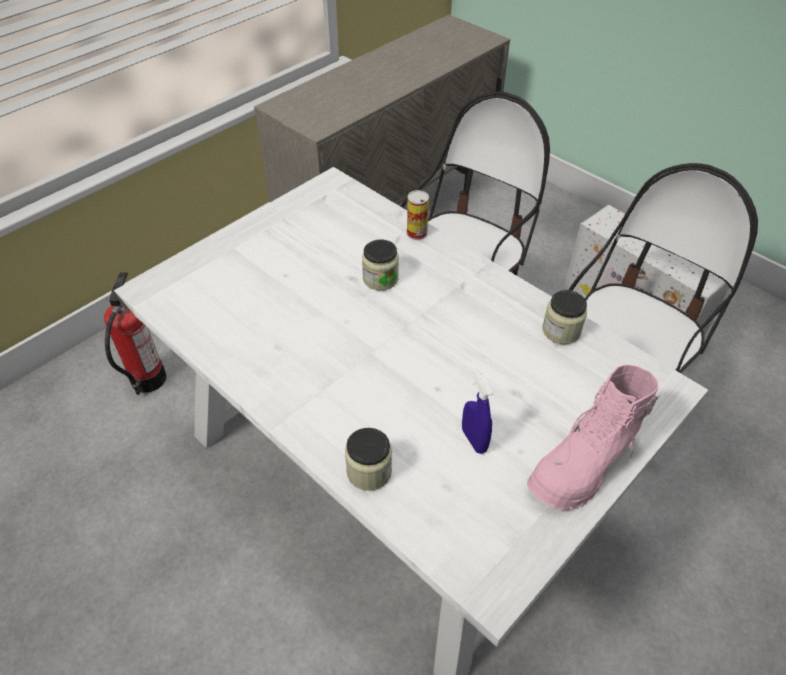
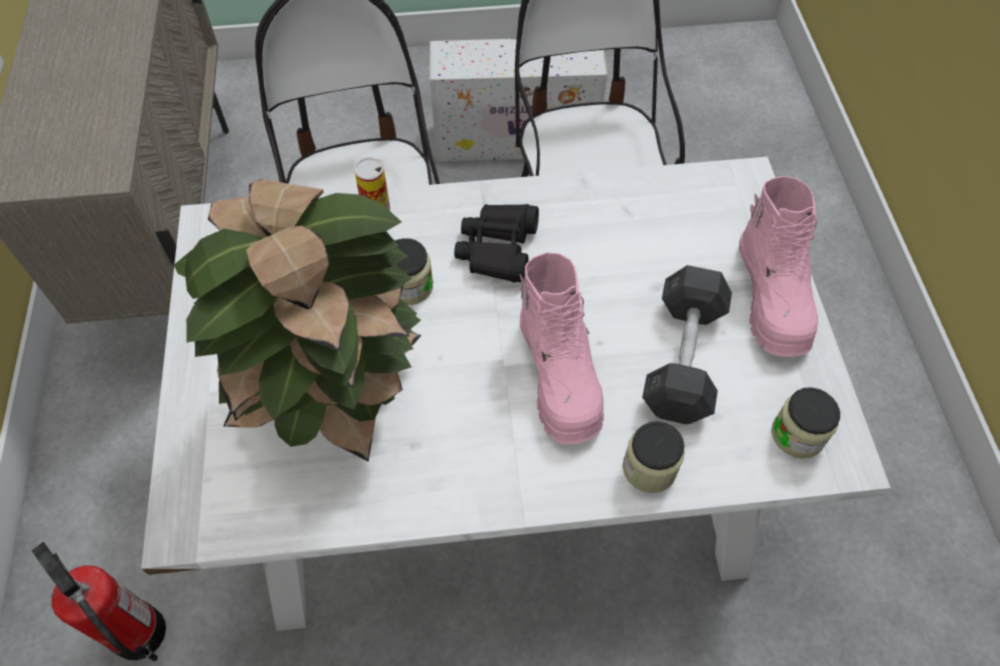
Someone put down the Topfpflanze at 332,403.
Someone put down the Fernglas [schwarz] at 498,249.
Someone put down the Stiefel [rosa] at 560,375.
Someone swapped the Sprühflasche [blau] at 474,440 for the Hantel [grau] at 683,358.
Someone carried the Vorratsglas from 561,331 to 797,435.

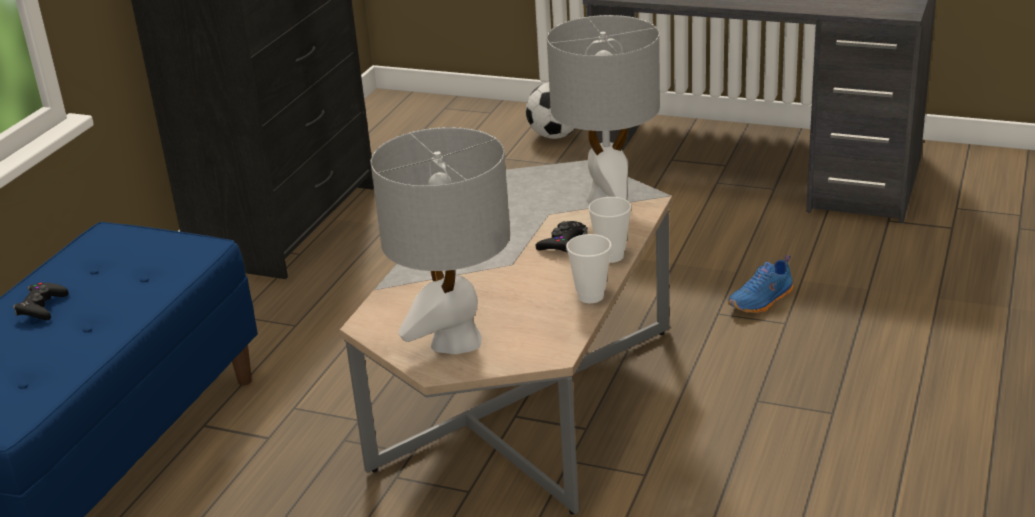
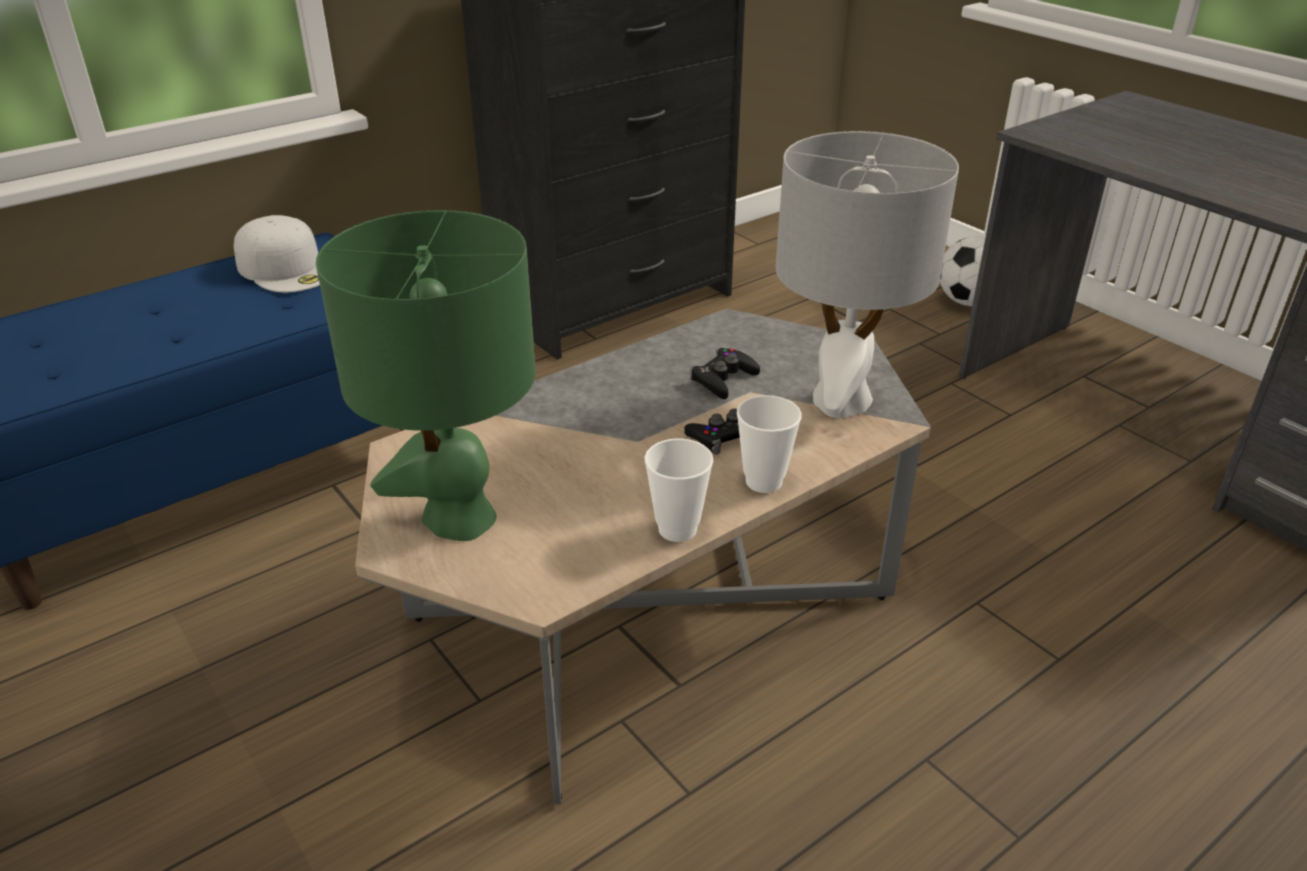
Someone put down the Kappe [weiß] at 288,268.
Someone repainted the Tischlampe [grau] at 456,341, which became the Tischlampe [grün] at 458,518.
Someone carried the Gamepad [schwarz] from 42,307 to 723,379.
Someone took away the Schuh [blau] at 762,301.

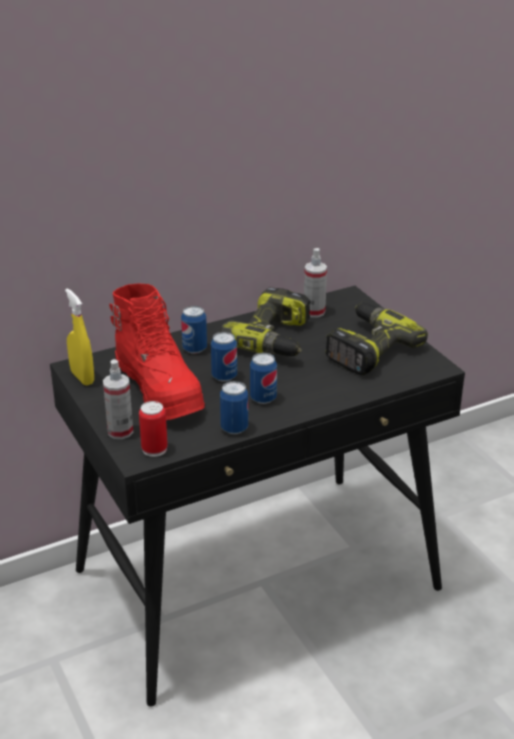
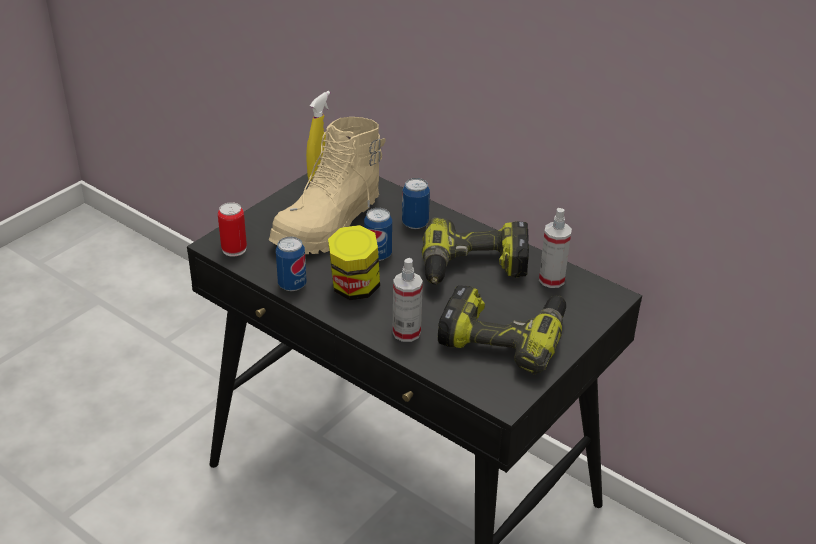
Someone repainted the Stiefel [rot] at 160,390, which became the Stiefel [beige] at 329,225.
Someone swapped the Dose at 263,398 for the Vorratsglas at 354,289.
Someone carried the Sprühflasche from 120,431 to 406,332.

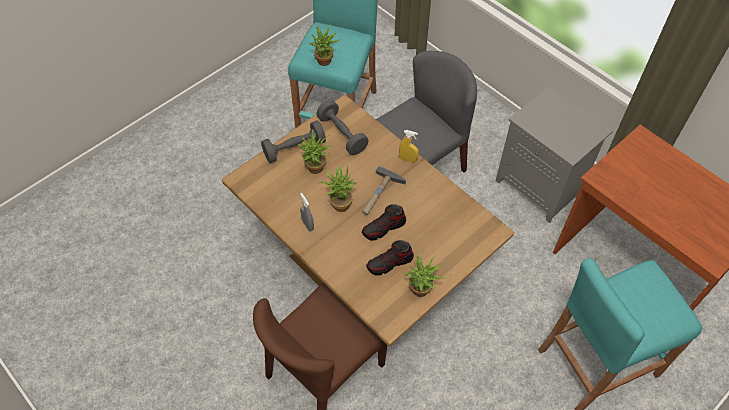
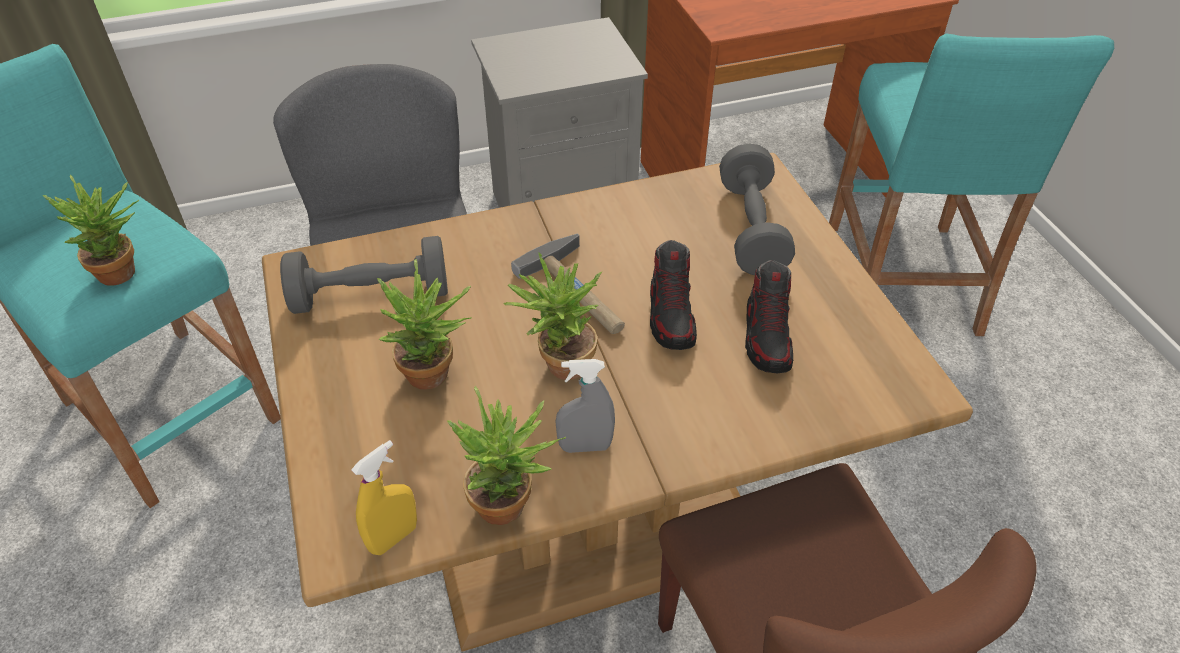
Someone carried the Sprühflasche [gelb] from 408,159 to 393,537.
Someone carried the Topfpflanze from 421,292 to 511,506.
Someone carried the Hantel [grau] from 294,149 to 751,229.

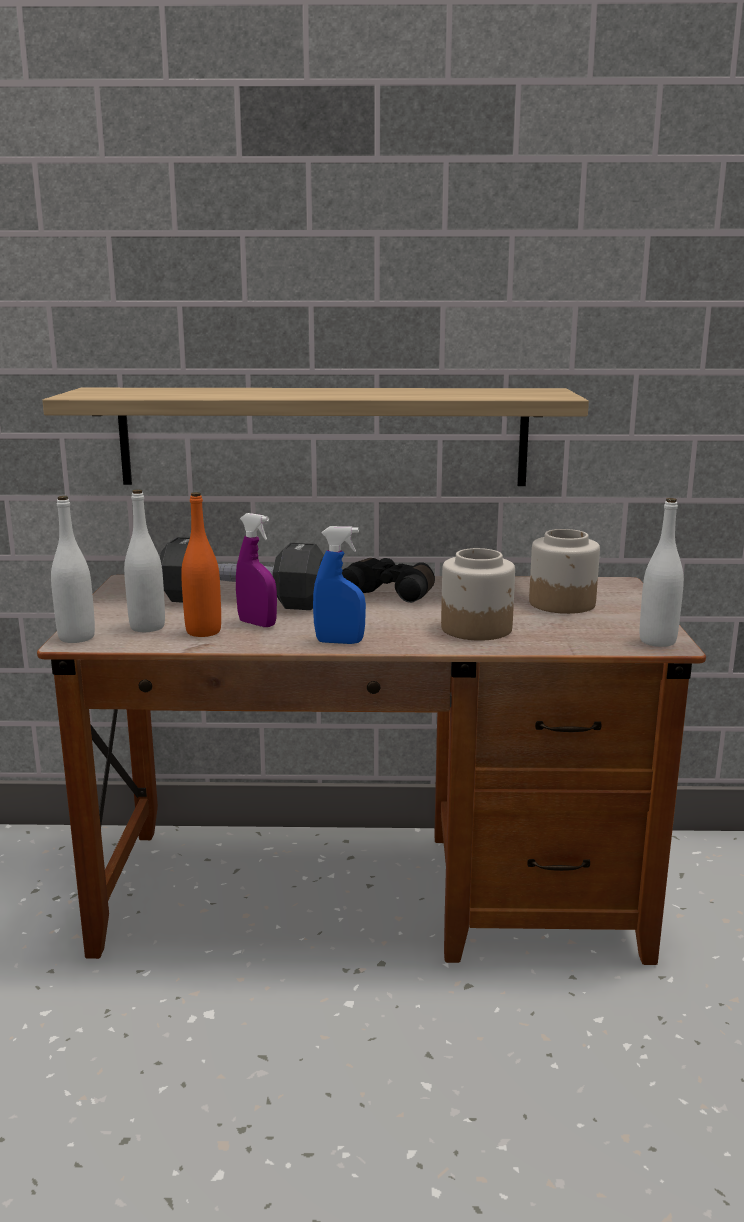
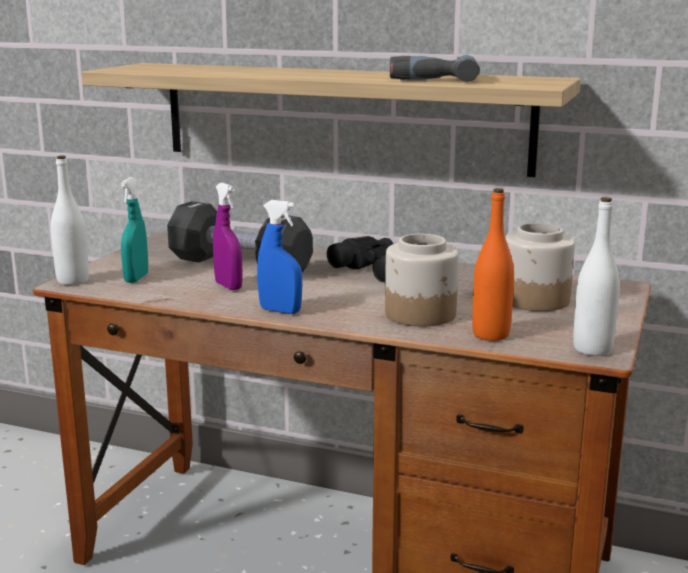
Someone swapped the Flasche [weiß] at 147,627 for the Sprühflasche [türkis] at 136,278.
Someone put down the Bohrmaschine at 434,78.
Someone carried the Flasche [orange] from 203,632 to 490,335.

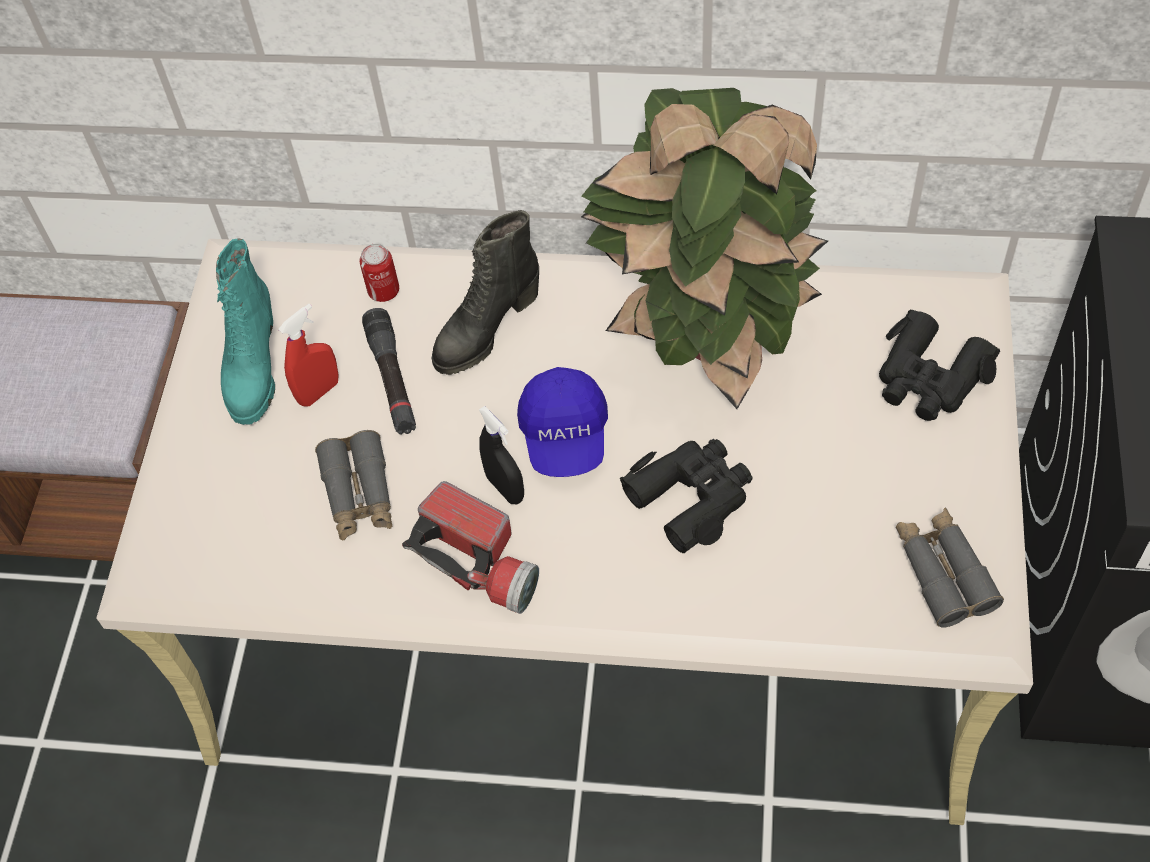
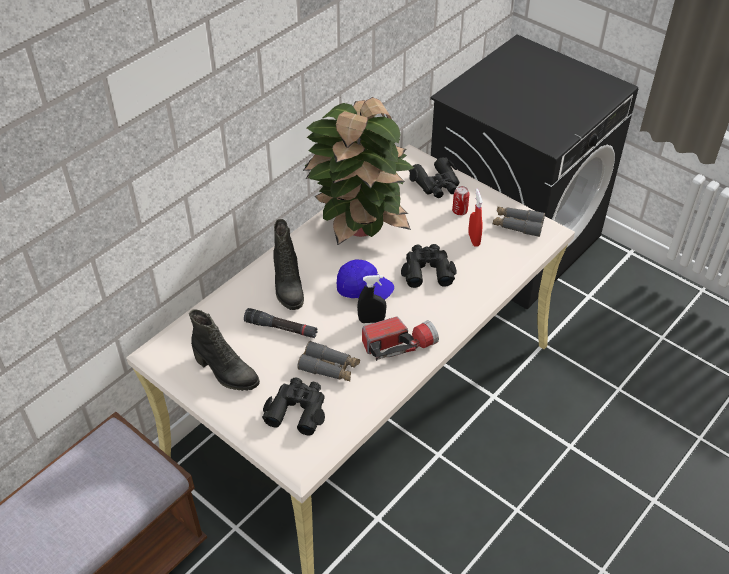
Someone repainted the Stiefel [türkis] at 253,369, which became the Stiefel [schwarz] at 225,372.
Someone put down the Fernglas [schwarz] at 297,409.
Someone carried the Dose from 383,291 to 459,211.
Someone carried the Sprühflasche [rot] from 319,392 to 474,239.

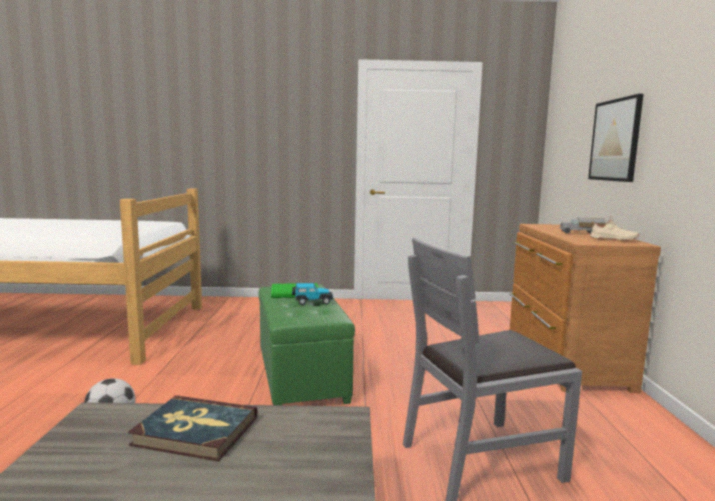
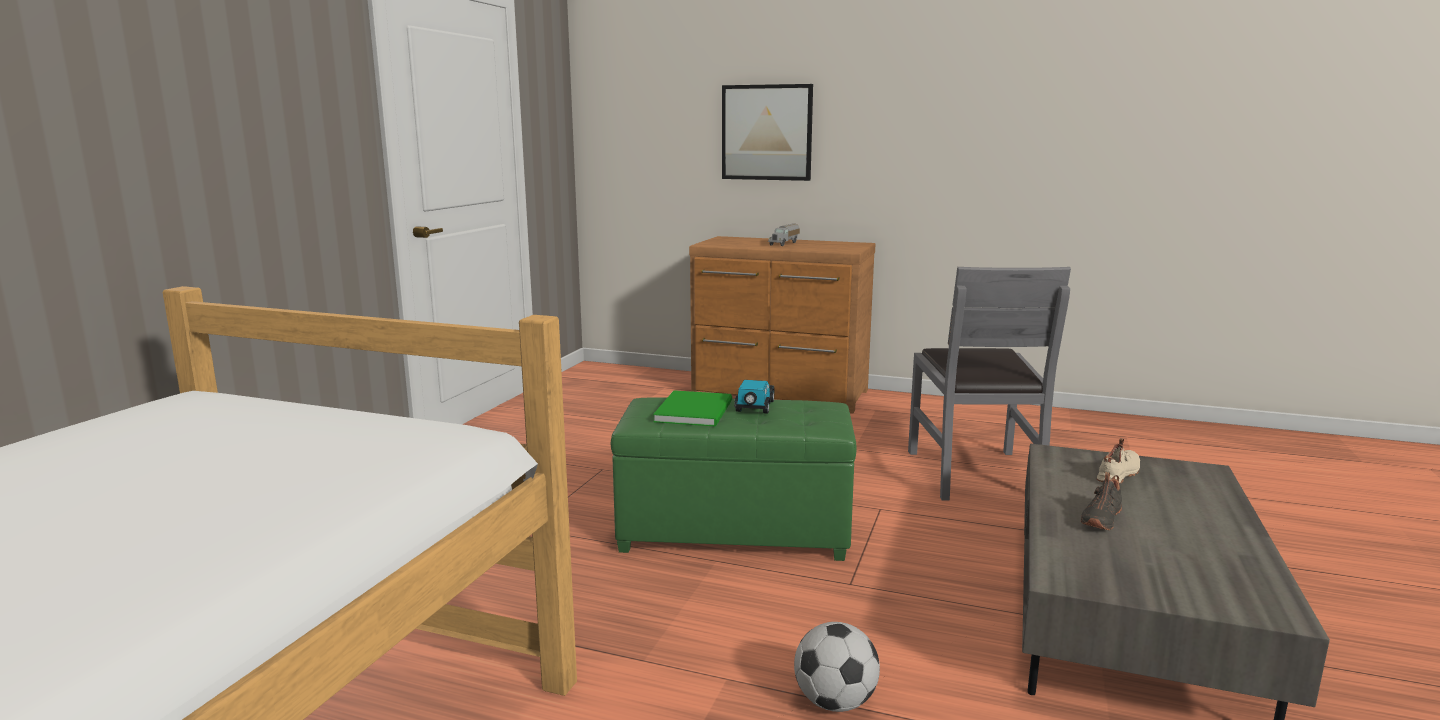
Someone swapped the Buch at 195,431 for the Schuh [schwarz] at 1099,518.
Someone carried the Schuh [beige] from 613,239 to 1119,474.

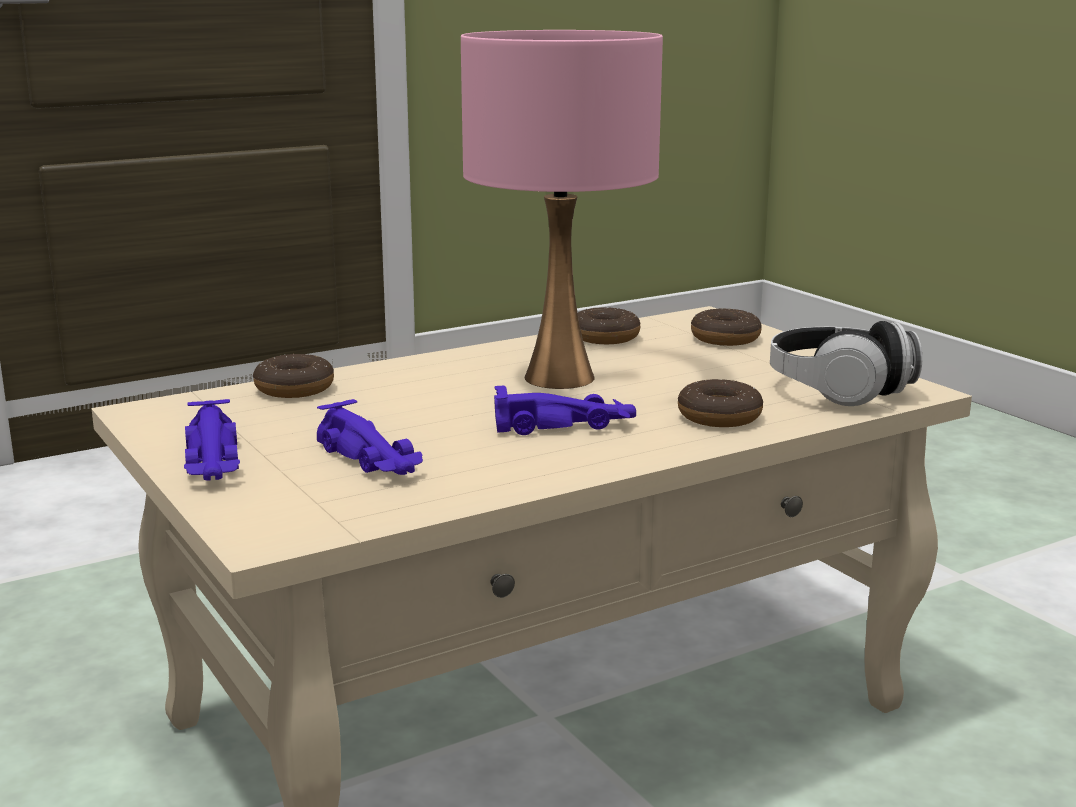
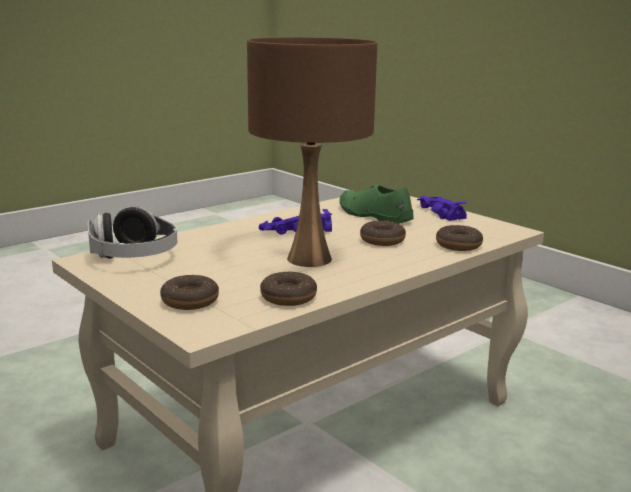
Someone repainted the Tischlampe [rosa] at 559,377, which became the Tischlampe [braun] at 309,259.
Someone swapped the Spielzeugauto [lila] at 371,460 for the Schuh [grün] at 373,215.
Someone carried the Donut from 719,416 to 382,240.

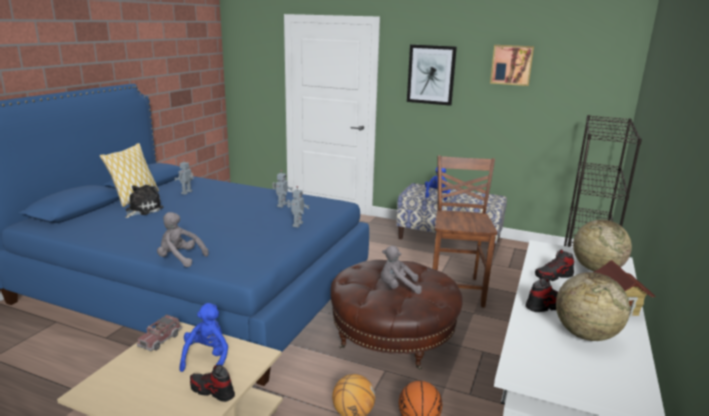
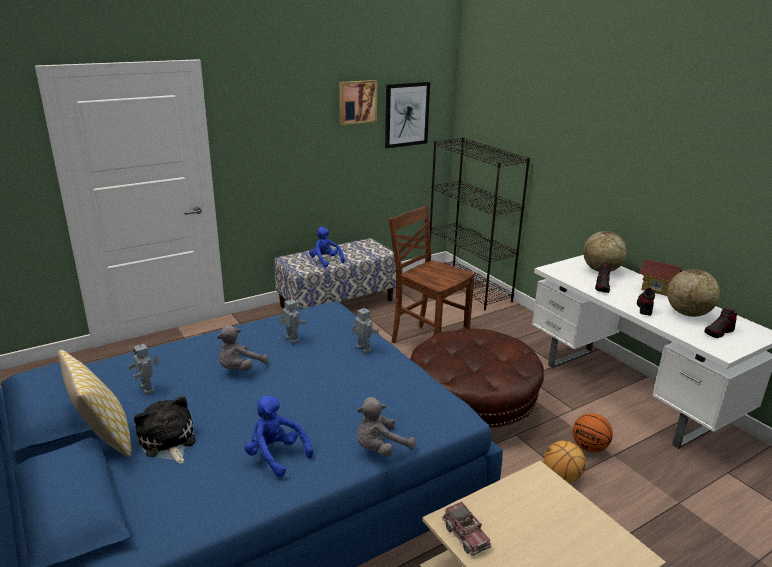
Someone carried the Plüschtier [grau] from 397,288 to 240,369.
Someone carried the Plüschtier [blau] from 207,358 to 275,455.
Someone carried the Bild from 431,74 to 406,114.
Someone carried the Schuh from 212,391 to 719,332.

